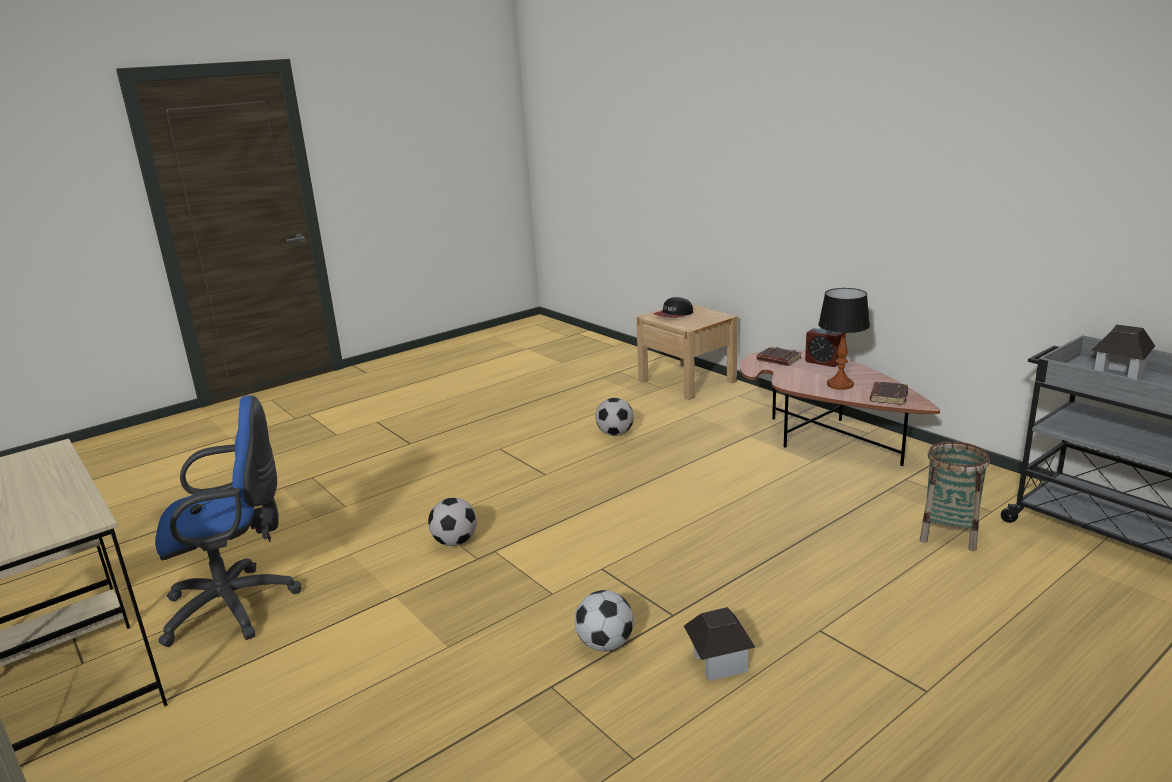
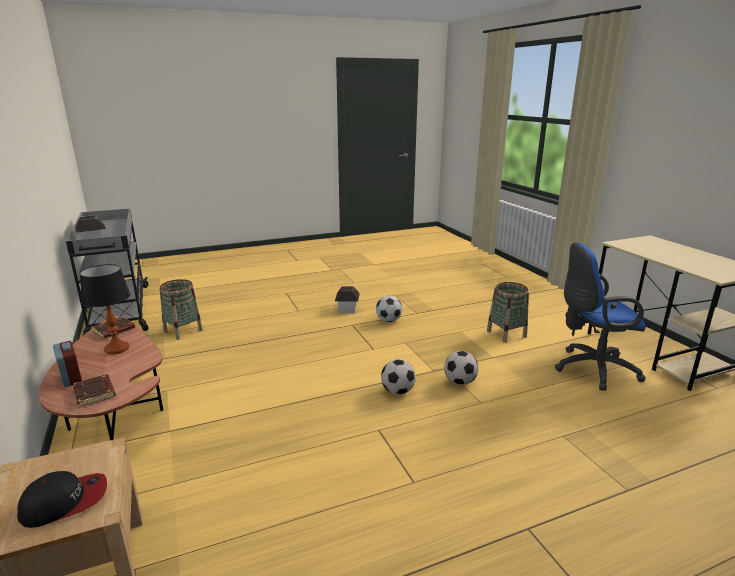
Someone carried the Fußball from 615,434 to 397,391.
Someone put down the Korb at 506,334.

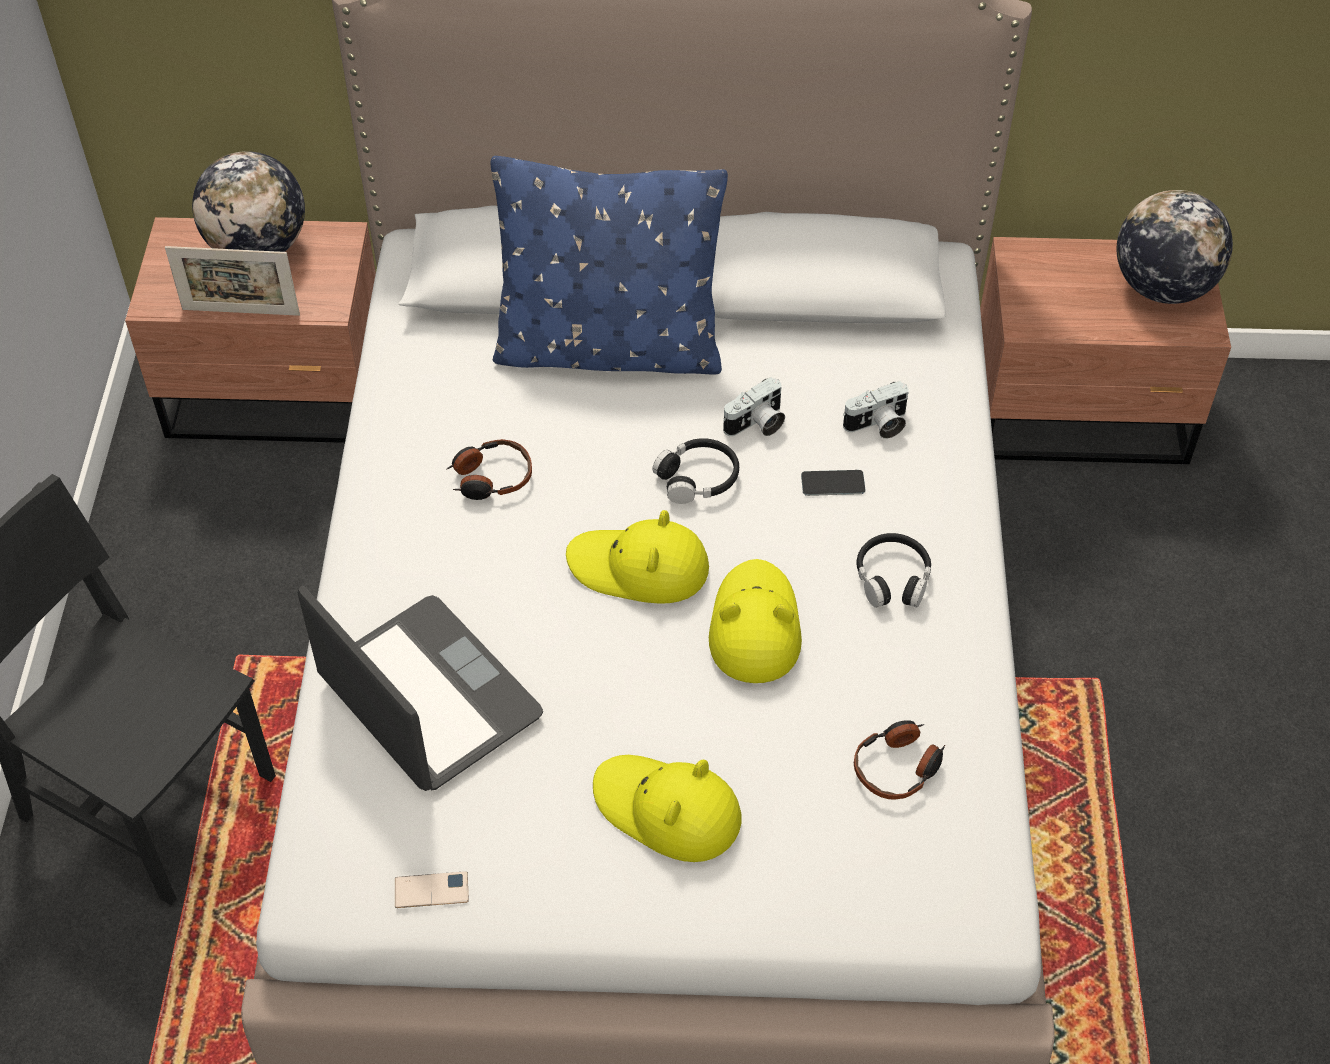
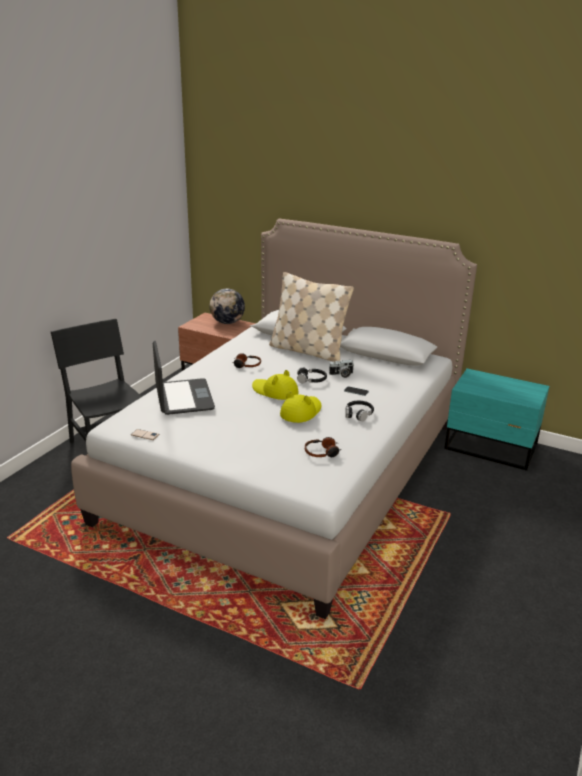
Someone repainted the Kissen [blau] at 609,348, which became the Kissen [beige] at 308,351.
Someone repainted the Nachttisch [braun] at 1081,415, which became the Nachttisch [türkis] at 491,448.
Someone took away the Bilderrahmen at 241,312.
Someone took away the Hut [gelb] at 667,810.
Someone took away the Kamera at 878,425.
Someone took away the Globus at 1162,287.

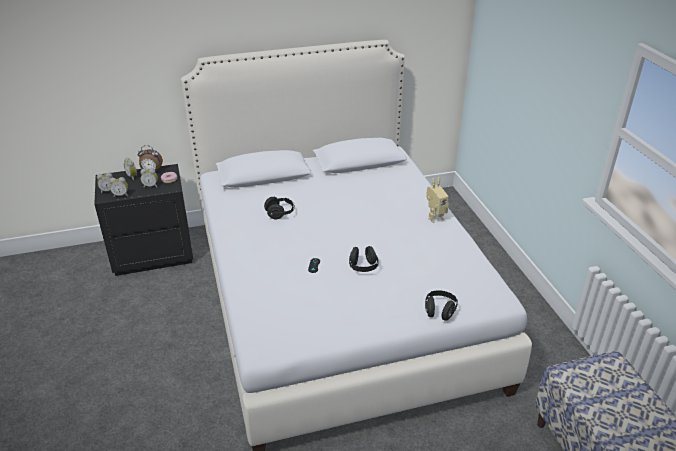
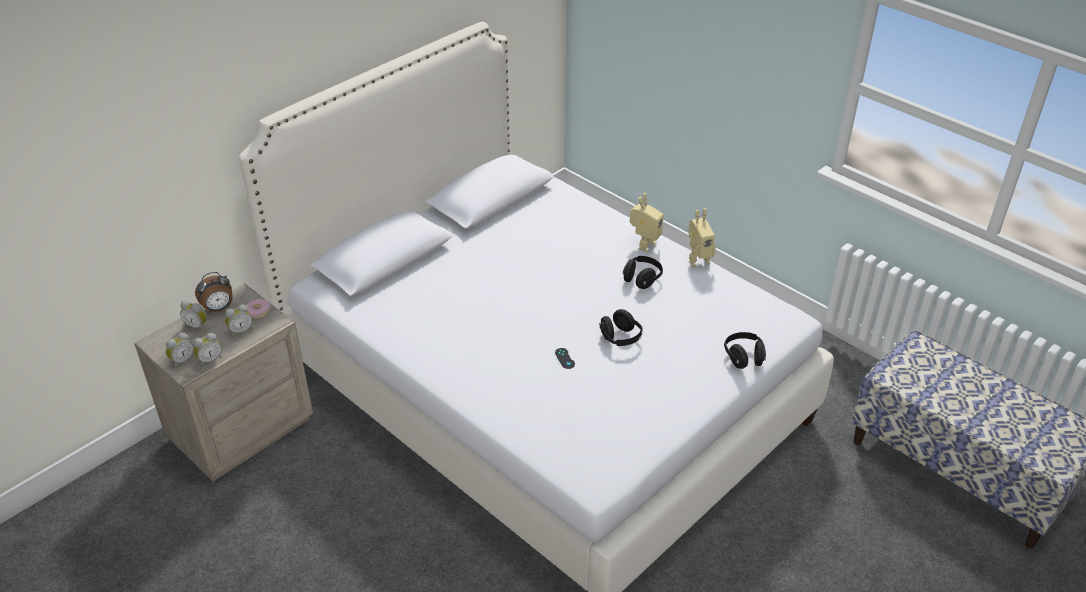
Someone repainted the Nachttisch [schwarz] at 153,254, which became the Nachttisch [beige] at 240,428.
Someone carried the Kopfhörer [schwarz] from 280,213 to 642,279.
Someone put down the Spielzeugroboter at 697,260.

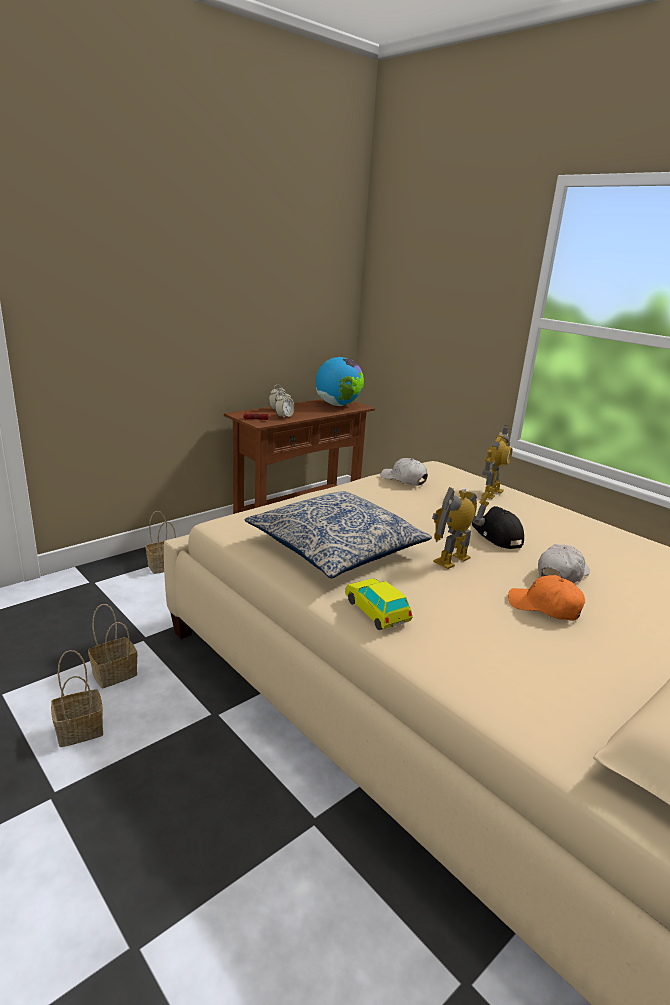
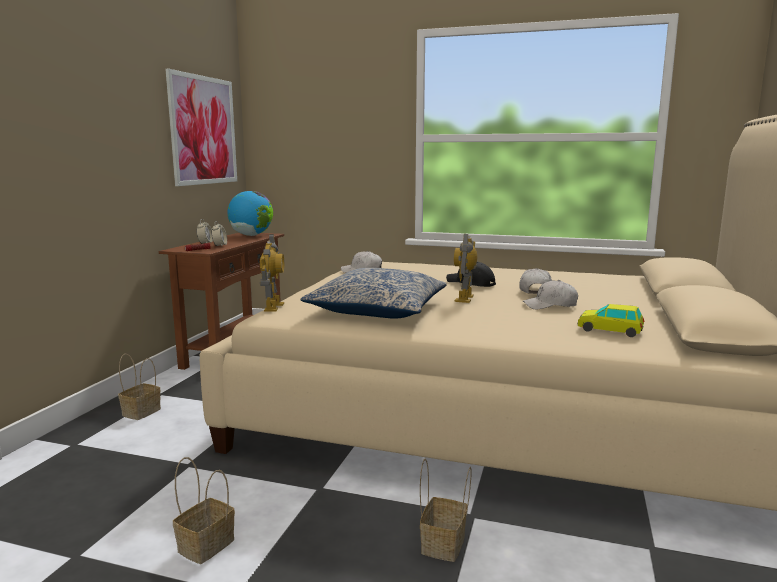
Someone put up the Bild at 203,130.
Someone carried the Spielzeugroboter from 491,493 to 273,307.
Someone carried the Korb from 113,675 to 444,545.
Someone repainted the Kappe [orange] at 544,607, which became the Kappe [weiß] at 550,305.
Someone carried the Spielzeugauto from 376,611 to 609,330.

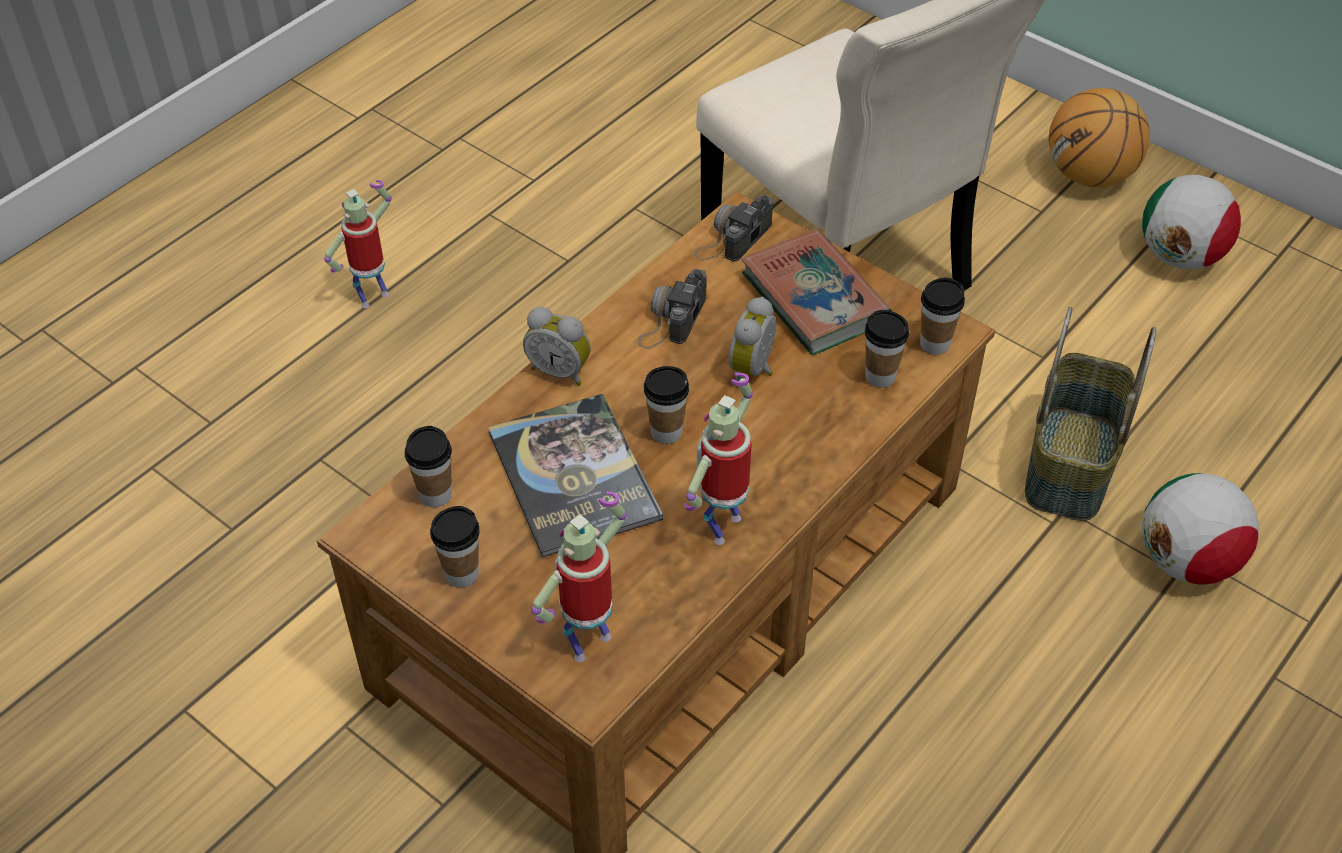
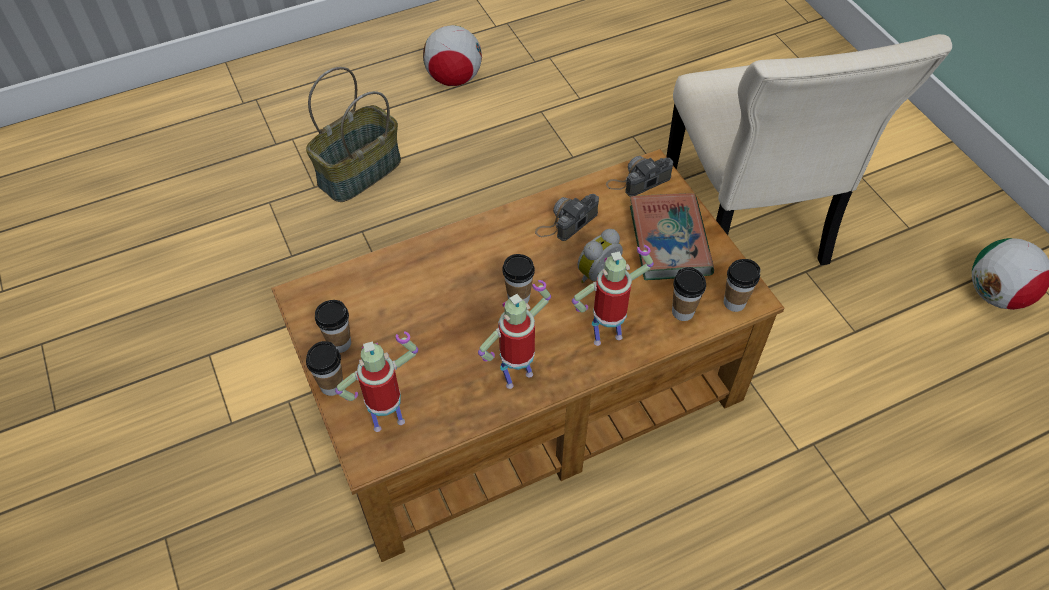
Someone carried the Korb from 1072,466 to 360,173.
Someone carried the Tasse from 435,494 to 332,385.
Someone carried the Fußball from 1186,561 to 454,78.
Someone carried the Spielzeugroboter from 373,296 to 607,335.
Someone took away the Buch at 573,476.
Someone took away the Wecker at 560,370.
Someone took away the Basketball at 1089,175.

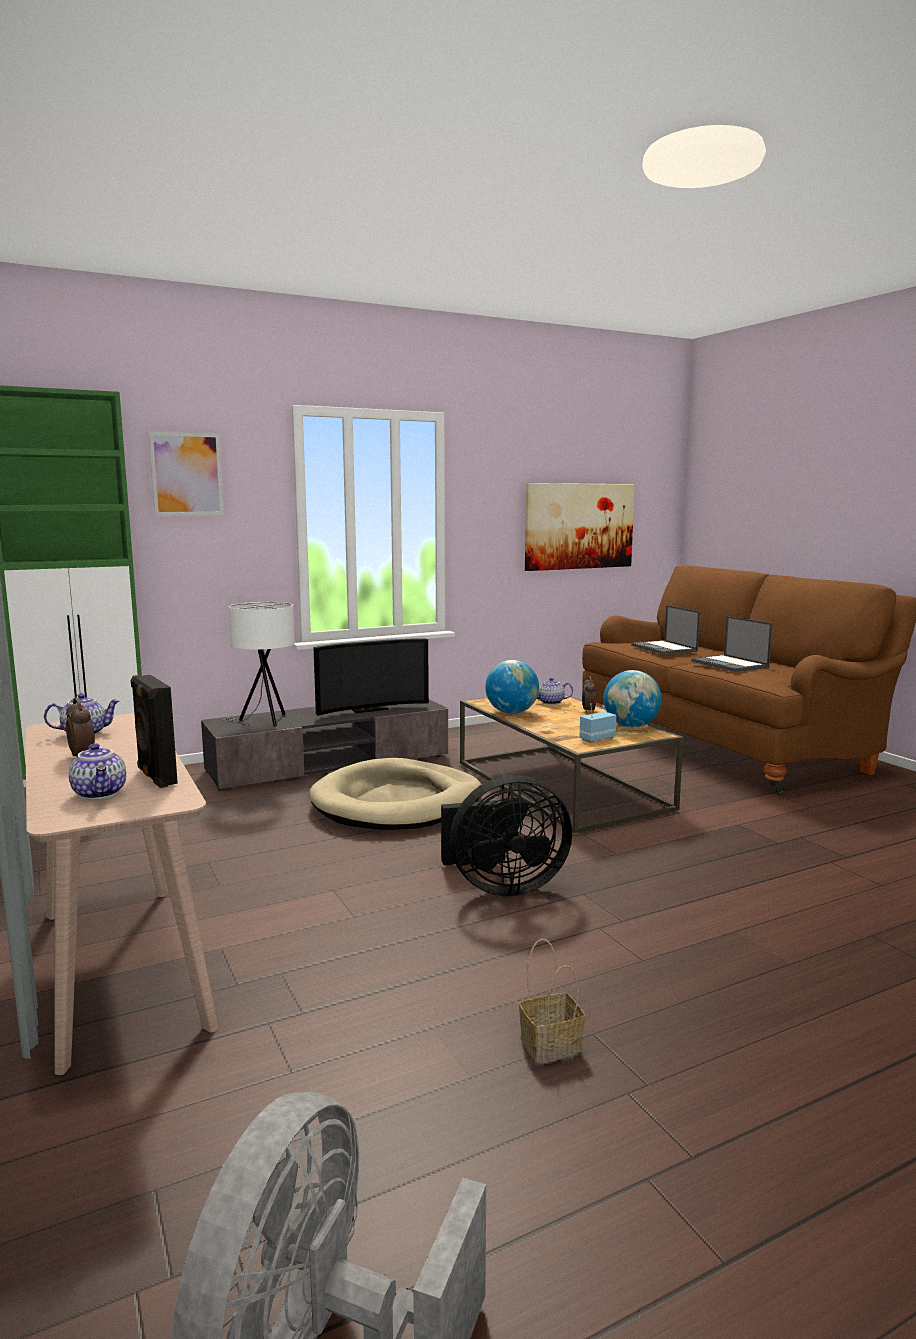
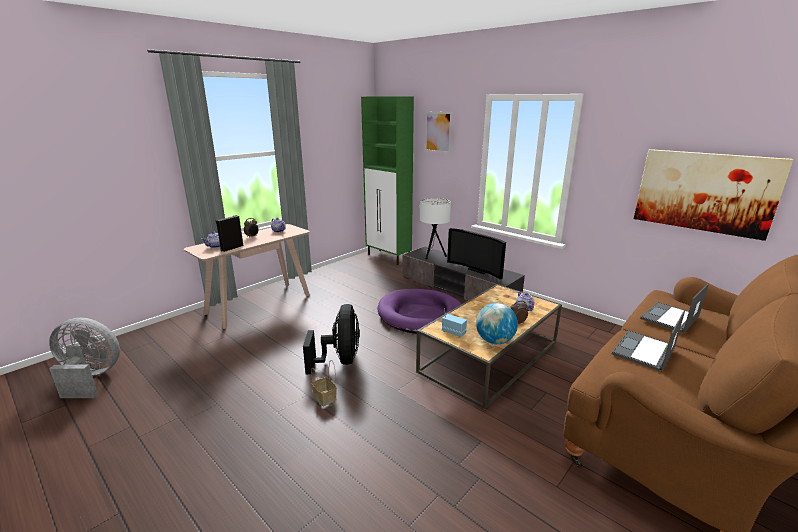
Someone rotated the Ventilator [schwarz] at 502,886 by 150 degrees counterclockwise.
Someone carried the Korb from 551,1043 to 325,398.
Someone repainted the Hundebett [beige] at 397,802, which became the Hundebett [lila] at 421,315.
Someone took away the Globus at 511,713.

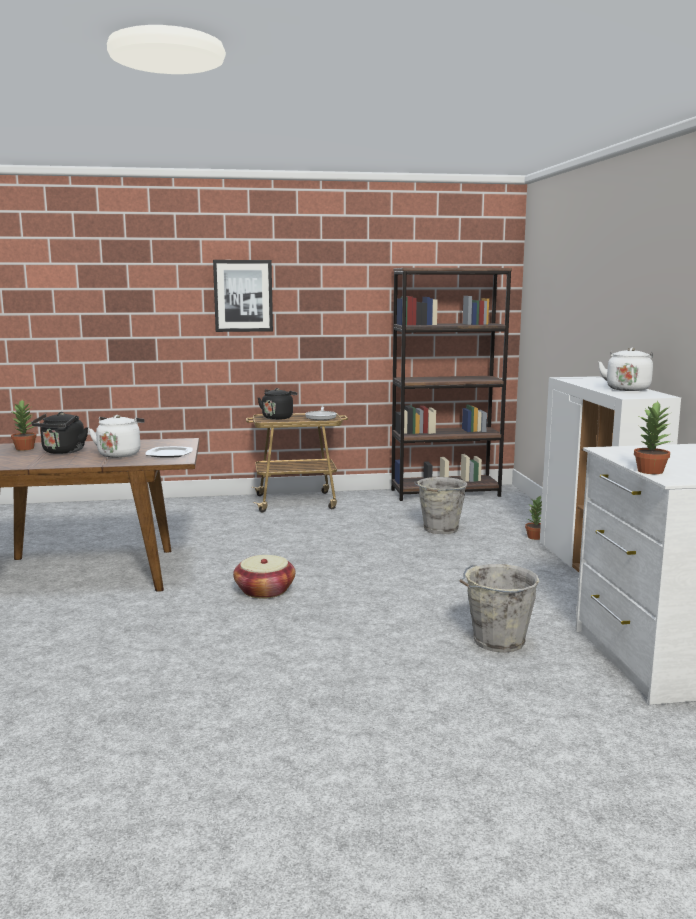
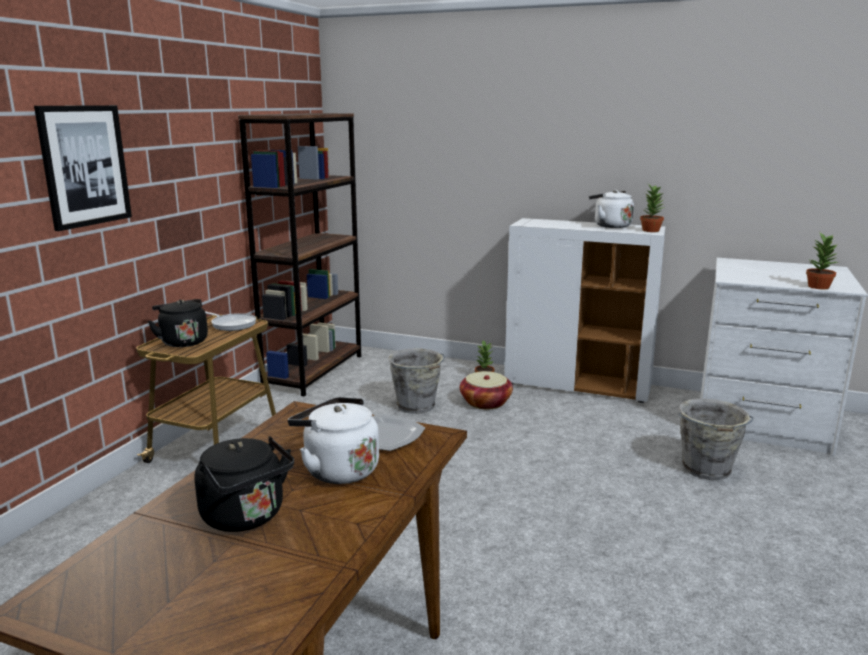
Someone carried the Korb from 265,591 to 485,402.
Someone carried the Topfpflanze from 25,448 to 650,230.

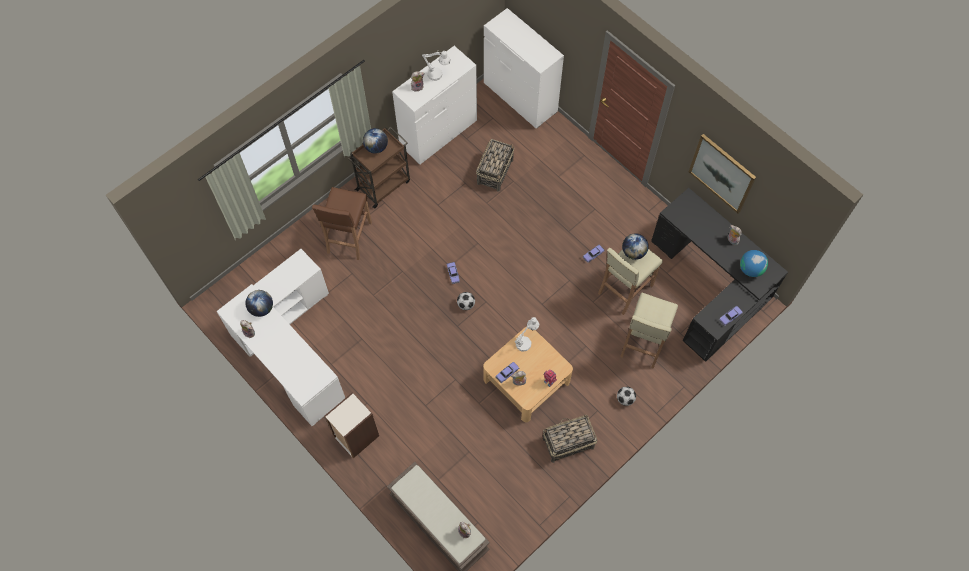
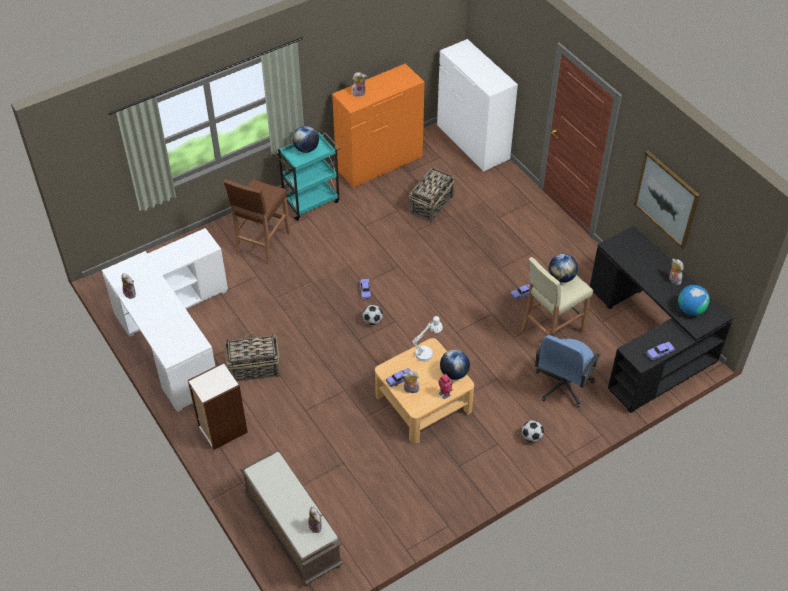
Someone carried the Korb from 567,443 to 253,368.
Someone repainted the Rollwagen [braun] at 384,185, which became the Rollwagen [türkis] at 311,201.
Someone repainted the Kommode [weiß] at 438,133, which became the Kommode [orange] at 379,163.
Someone carried the Globus from 261,308 to 454,373.
Someone swapped the Hocker [beige] at 643,343 for the Bürostuhl [blau] at 562,385.
Someone took away the Tischlampe [weiß] at 438,75.

